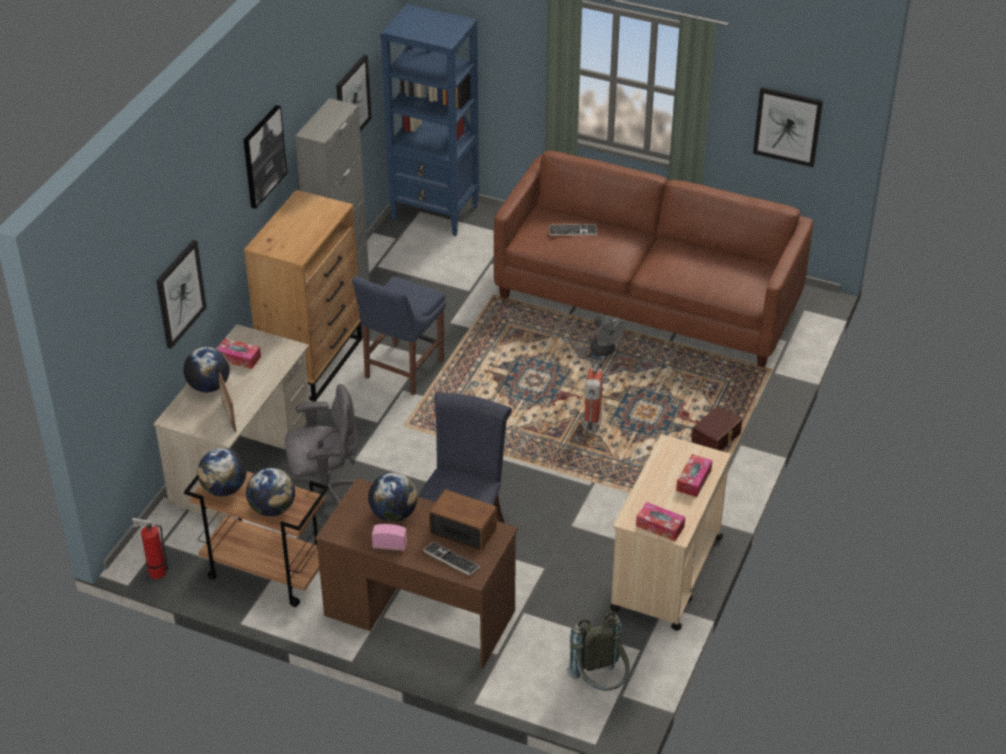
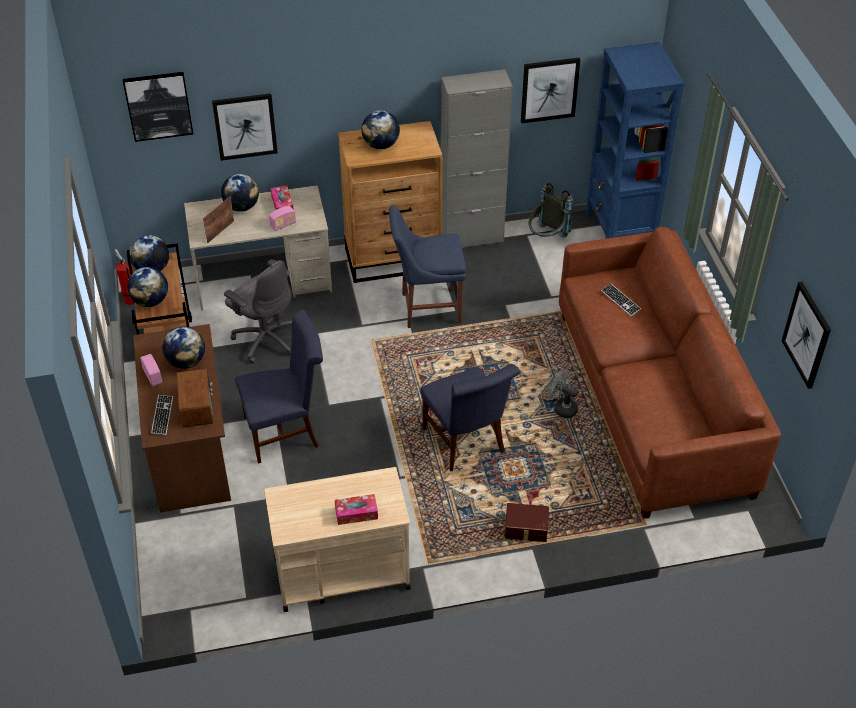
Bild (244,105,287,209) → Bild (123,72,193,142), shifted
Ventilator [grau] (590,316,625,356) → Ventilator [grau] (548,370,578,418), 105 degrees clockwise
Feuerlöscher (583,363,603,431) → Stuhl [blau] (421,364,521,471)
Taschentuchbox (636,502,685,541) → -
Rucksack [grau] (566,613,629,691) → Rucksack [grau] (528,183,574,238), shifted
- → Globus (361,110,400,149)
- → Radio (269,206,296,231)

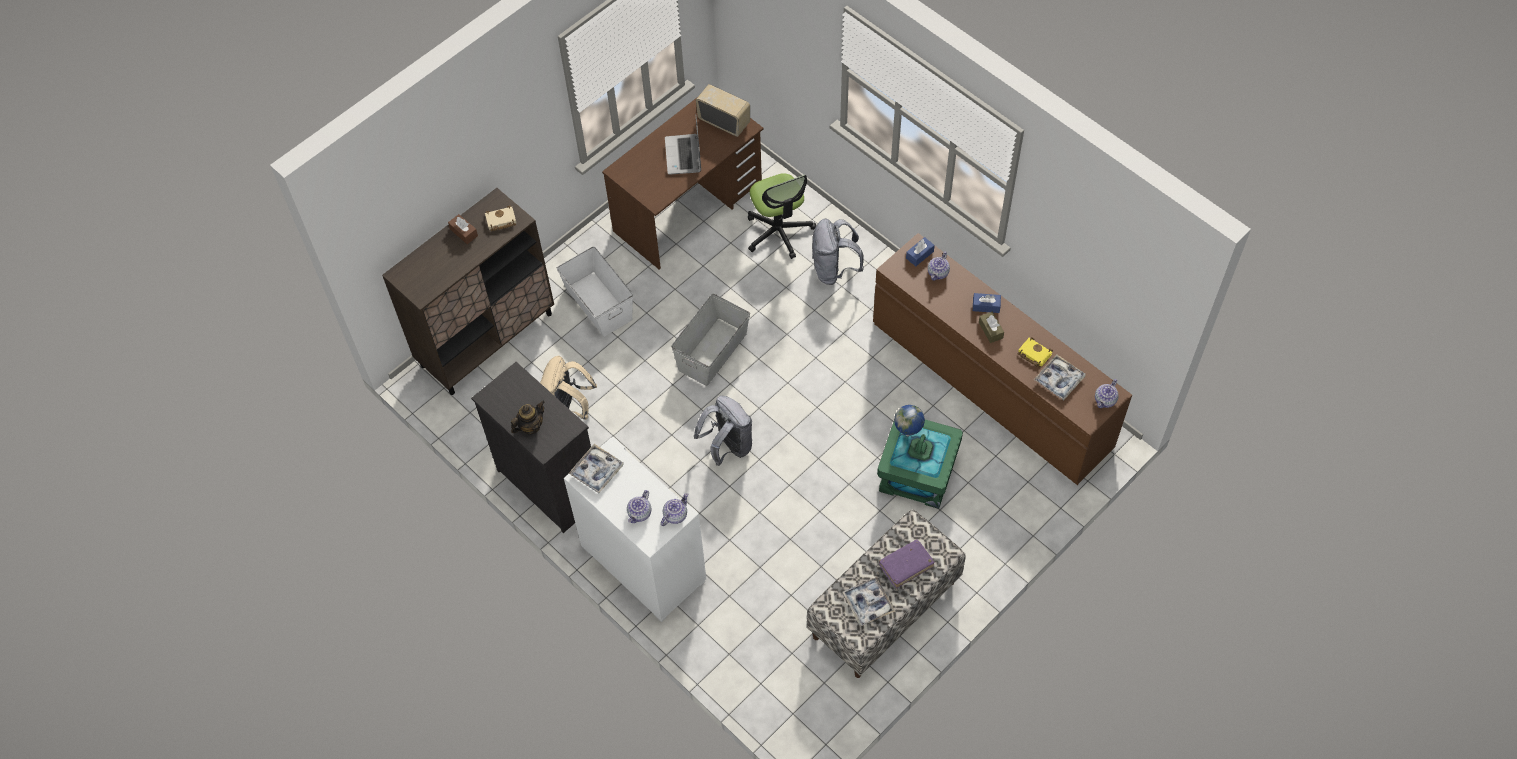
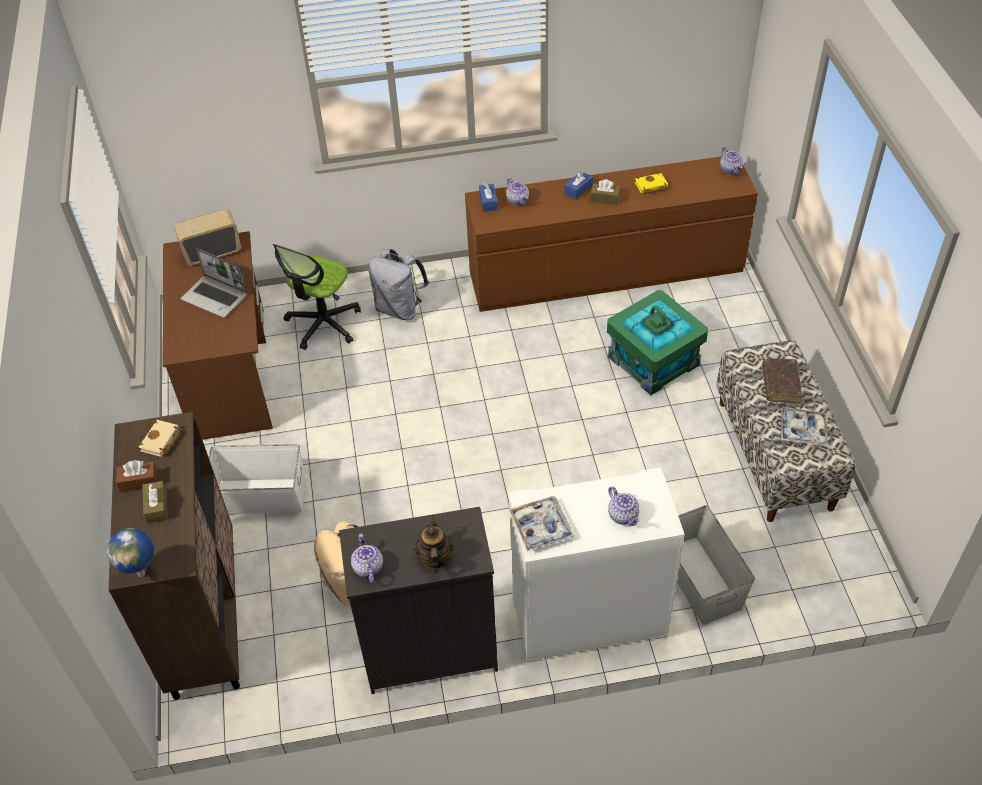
Bürostuhl (748,173,816,259) → Bürostuhl (273,244,361,350), 105 degrees clockwise
Aufbewahrungsbox [grau] (671,293,750,386) → Aufbewahrungsbox [grau] (677,505,755,625), shifted
Tablett (1034,354,1086,400) → -
Rucksack [grau] (694,396,752,466) → -
Globus (894,405,925,436) → Globus (107,528,154,577), shifted
Teekanne (661,493,688,526) → Teekanne (351,534,383,583), shifted
Buch [lila] (879,539,935,588) → Buch [braun] (762,359,802,403)
- → Taschentuchbox [braun] (143,481,168,524)

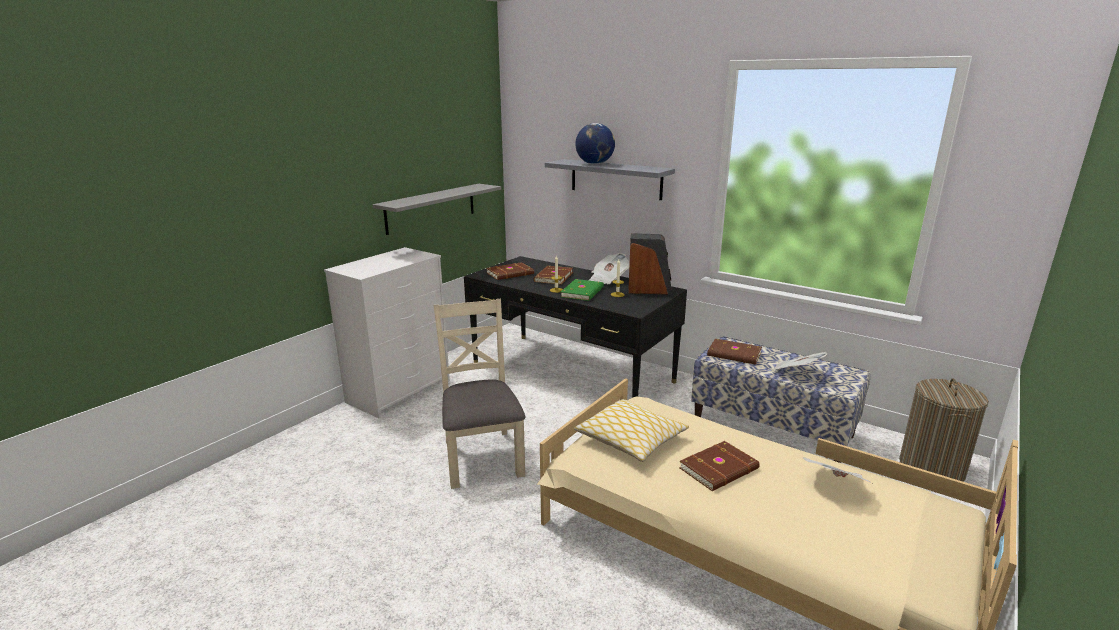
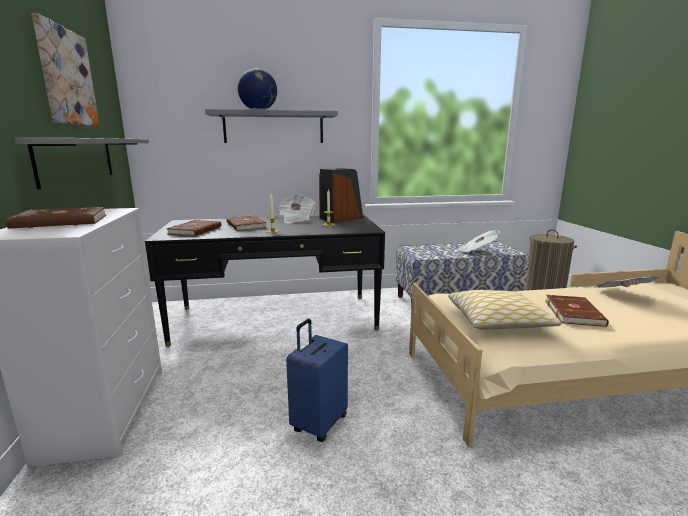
Buch [grün] (561,279,604,301) → -
Stuhl [beige] (434,299,525,489) → Koffer [blau] (286,319,348,442)
Buch [braun] (707,339,762,365) → Buch [braun] (5,207,106,229), shifted
- → Bild (32,13,99,126)

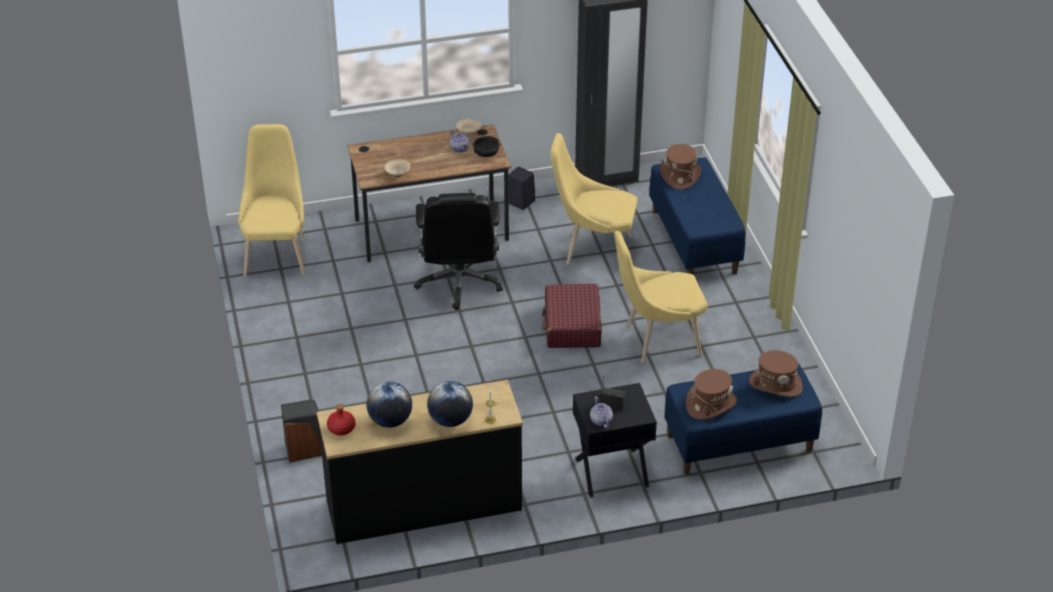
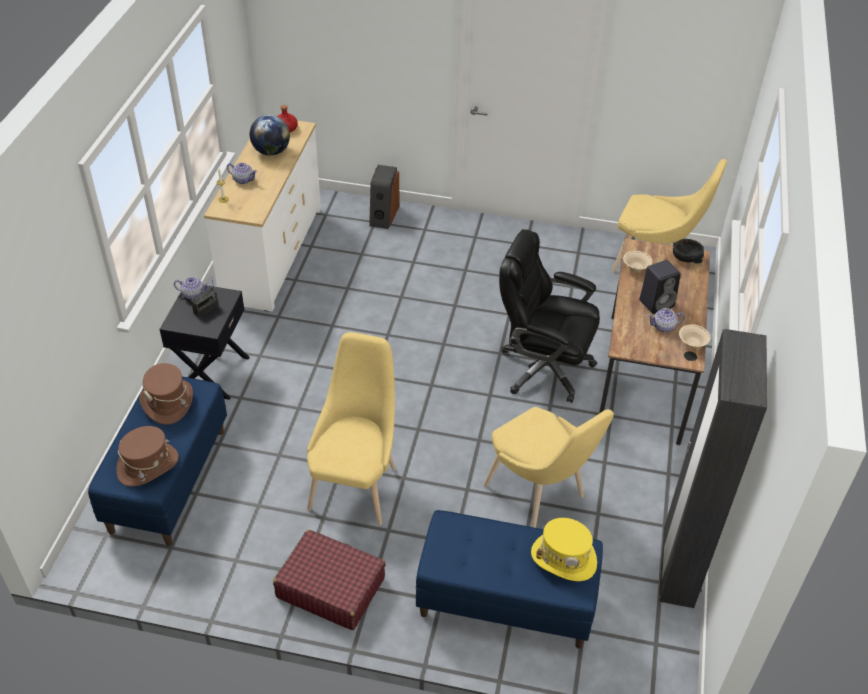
Stuhl [gelb] (550,133,637,265) → Stuhl [gelb] (484,407,614,528), 105 degrees clockwise
Schüssel [schwarz] (472,136,499,157) → Schüssel [schwarz] (673,239,704,262), shifted
Hut [braun] (660,144,701,190) → Hut [gelb] (531,518,597,581)
Lautsprecher [schwarz] (508,167,535,210) → Lautsprecher [schwarz] (639,260,681,314), shifted
Koffer [rot] (542,284,602,348) → Koffer [rot] (273,530,385,630), shifted
Kommode [schwarz] (317,380,523,544) → Kommode [weiß] (204,121,321,311)
Globus (427,381,473,427) → Teekanne (227,163,257,184)

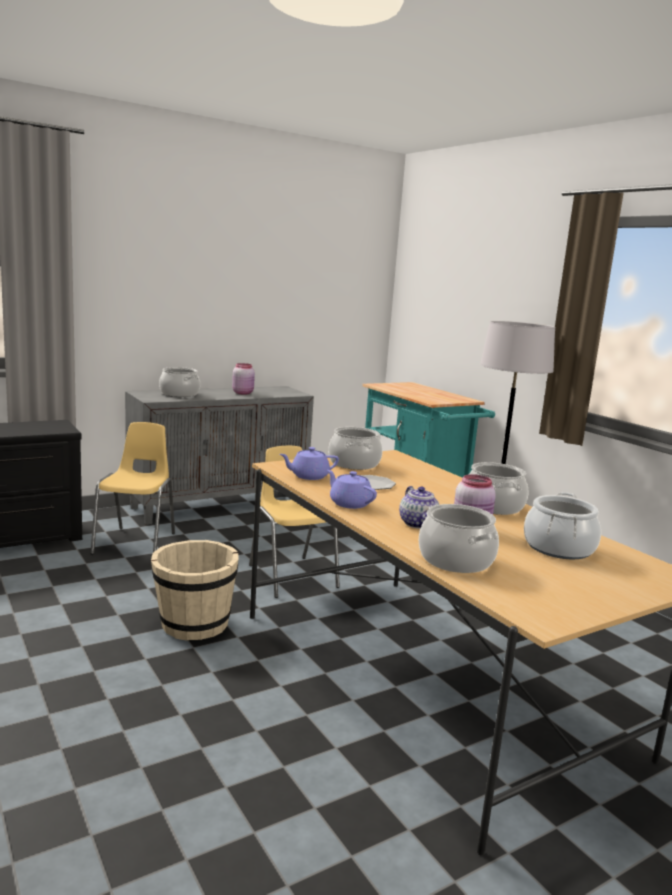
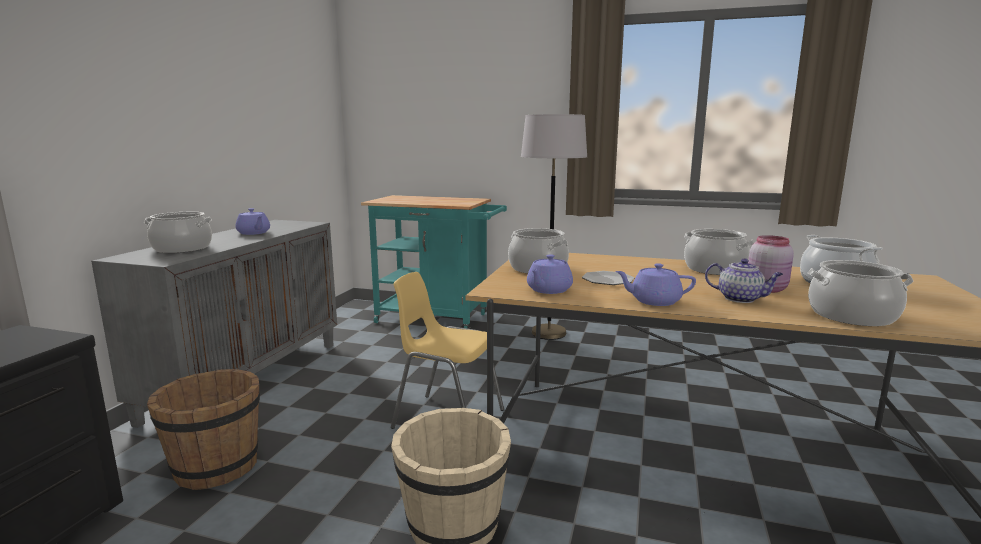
Vorratsglas [rosa] (232,363,255,395) → Teekanne [lila] (235,208,270,235)
Stuhl [gelb] (90,422,175,554) → Eimer [braun] (147,369,260,490)

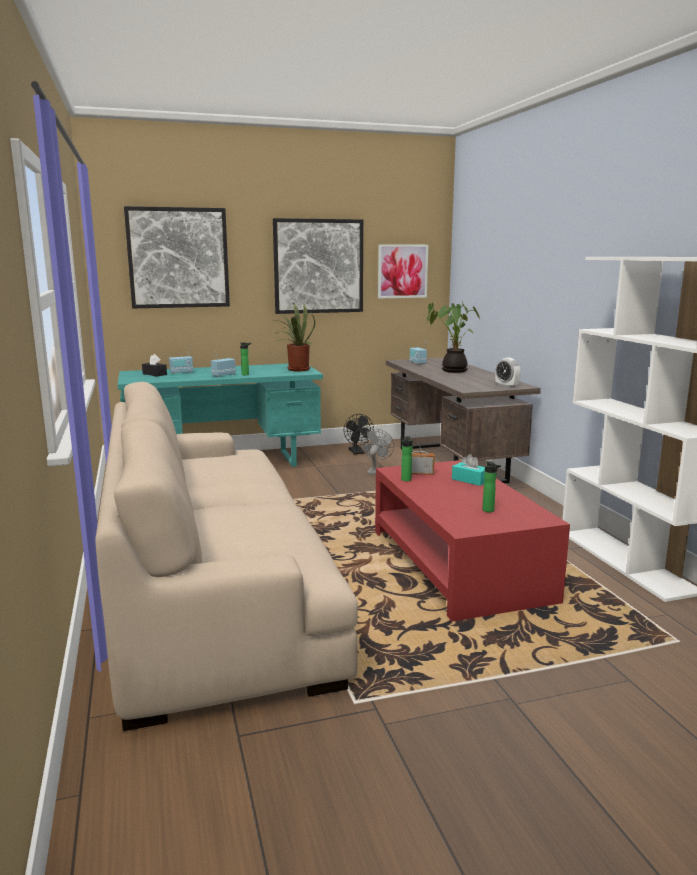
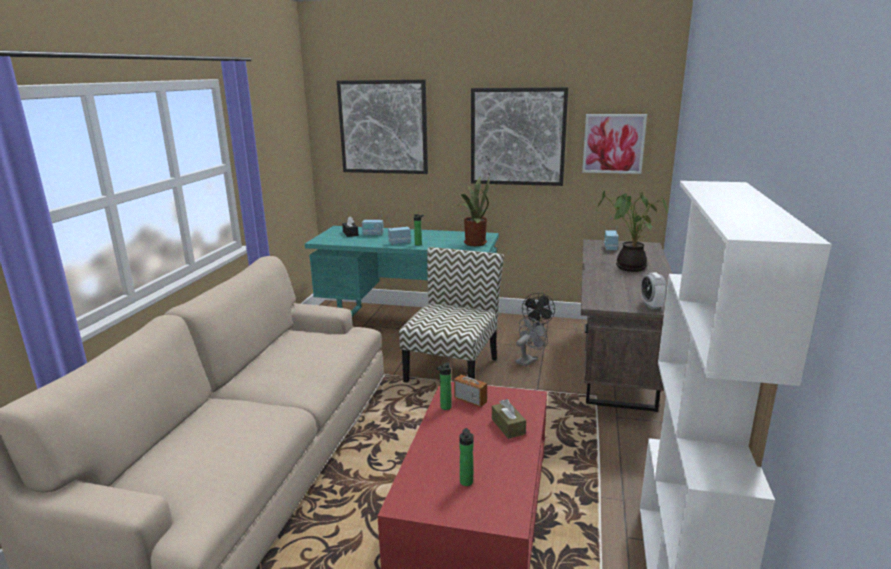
Taschentuchbox [türkis] (452,454,485,486) → Taschentuchbox [braun] (492,399,526,439)
- → Stuhl (399,247,504,383)

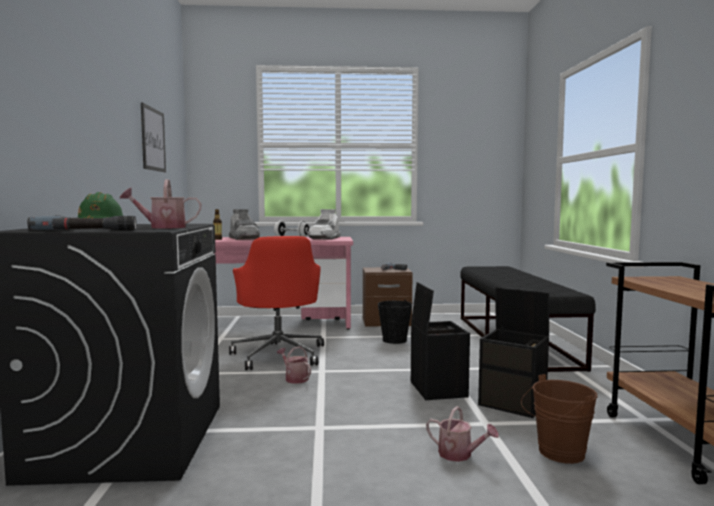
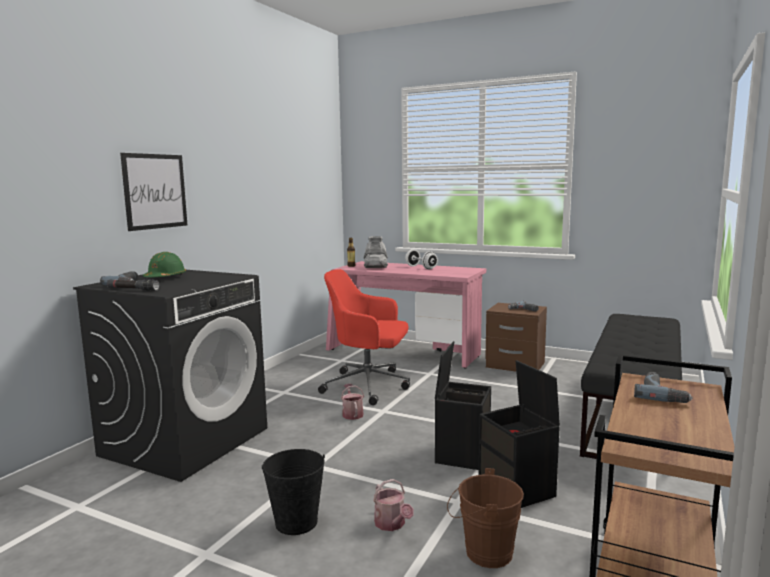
Bild (141,102,166,172) → Bild (120,153,187,231), shifted
Gießkanne (120,179,201,229) → -
Stiefel [weiß] (308,209,340,240) → -
Bürostuhl [rot] (229,236,324,370) → Bürostuhl [rot] (318,269,410,405), 90 degrees clockwise
Eimer [schwarz] (378,300,413,344) → Eimer [schwarz] (262,449,325,535), shifted
- → Bohrmaschine (634,372,693,403)

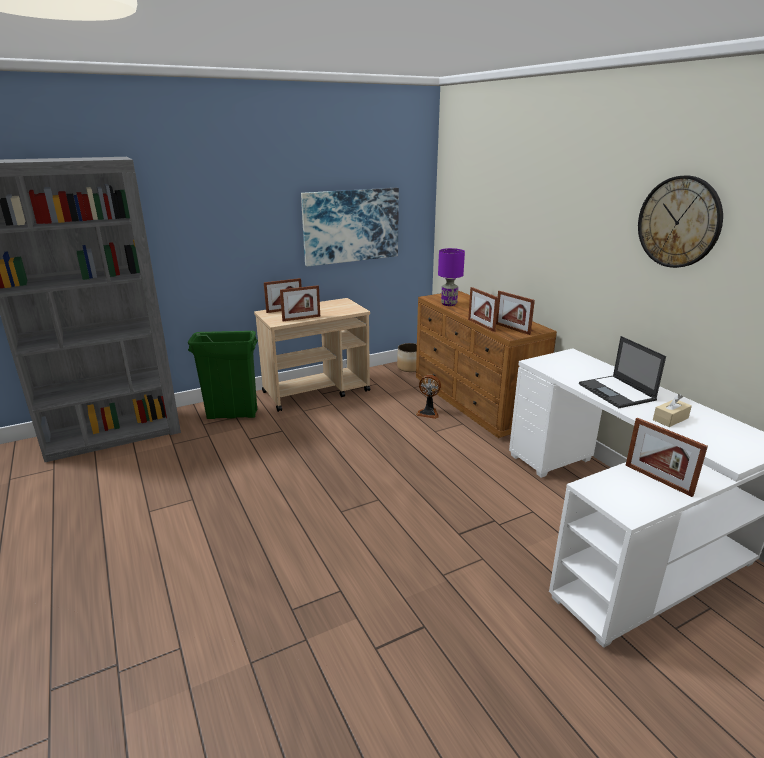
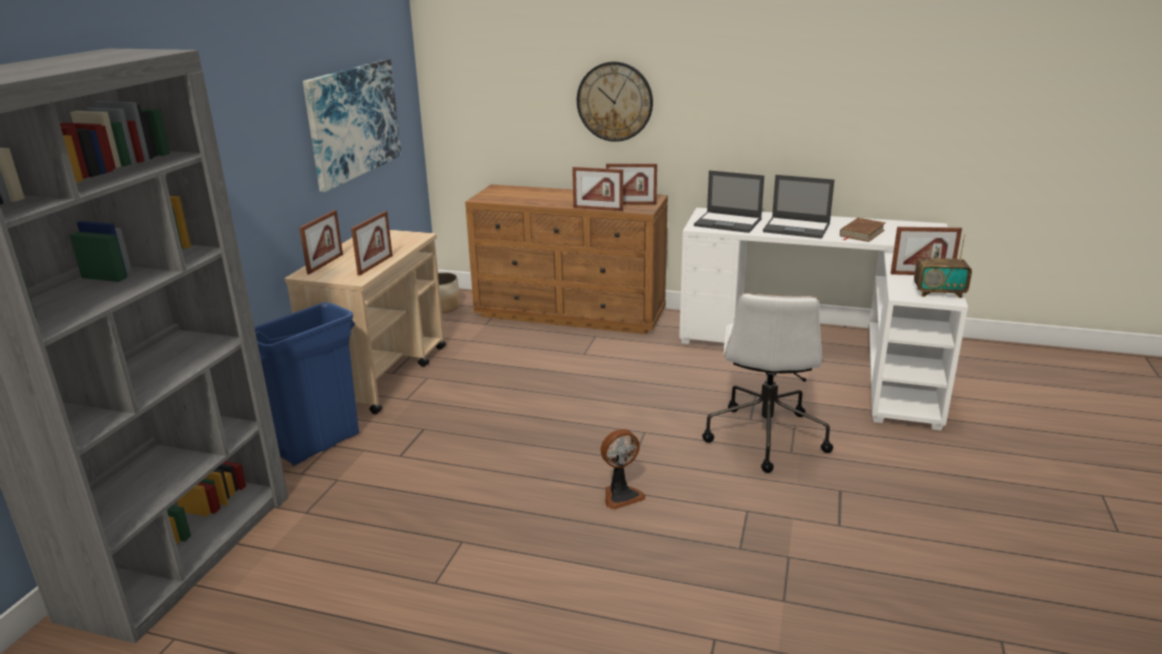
Wanduhr (638,176,723,268) → Wanduhr (577,61,653,142), shifted
Tischlampe [lila] (438,248,465,306) → -
Mülleimer [grün] (188,331,258,419) → Mülleimer [blau] (254,302,359,466)
Ventilator (416,375,441,419) → Ventilator (601,429,645,510), shifted
Taschentuchbox [beige] (653,394,692,427) → Buch [braun] (840,218,886,242)
- → Laptop (694,170,764,233)
- → Radio (914,234,972,298)
- → Bürostuhl [weiß] (702,293,833,473)

